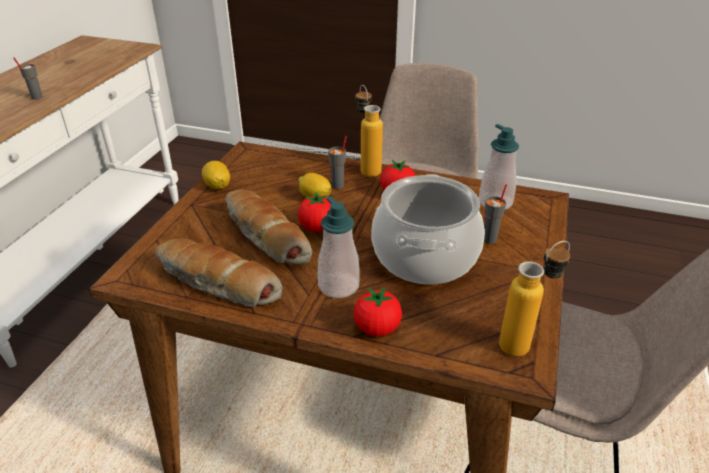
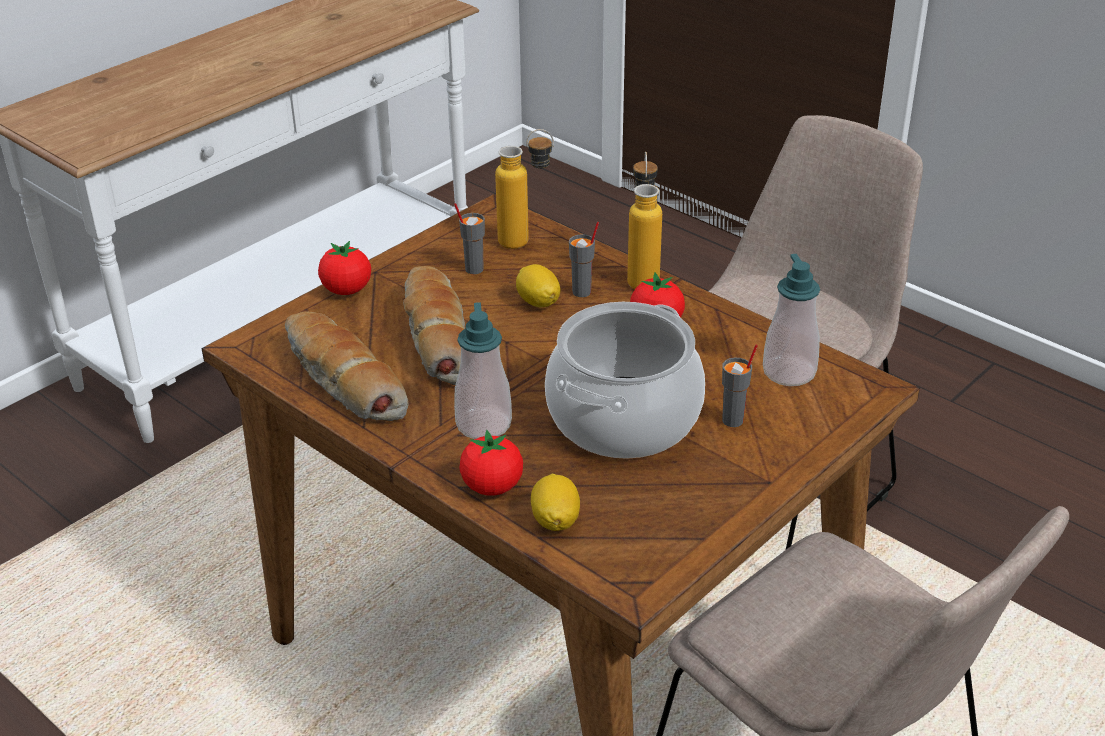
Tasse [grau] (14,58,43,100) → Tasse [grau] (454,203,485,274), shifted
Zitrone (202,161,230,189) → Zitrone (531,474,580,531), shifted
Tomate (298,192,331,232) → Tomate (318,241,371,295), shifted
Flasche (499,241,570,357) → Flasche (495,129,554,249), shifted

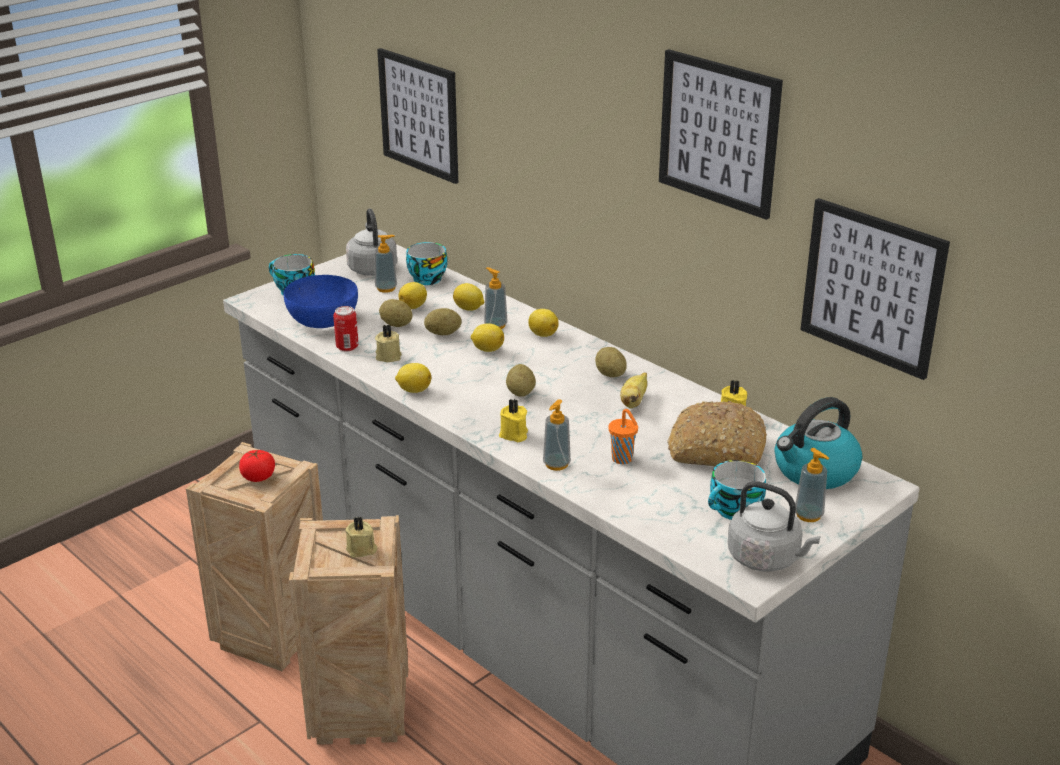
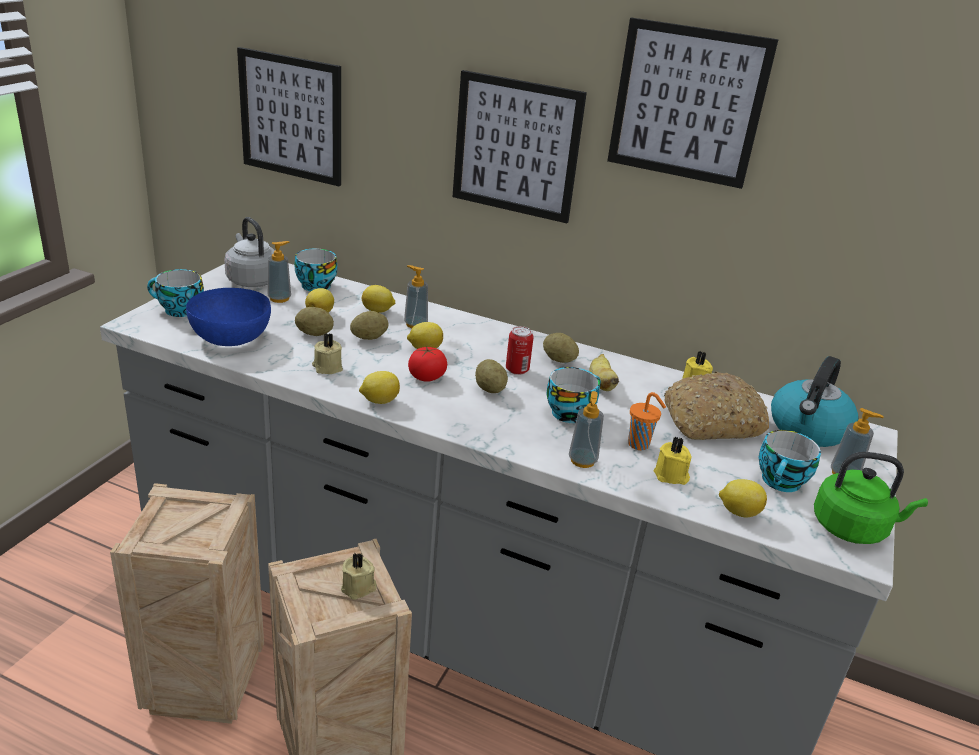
Bild (800,198,950,380) → Bild (453,70,587,223), shifted
Dose (333,306,359,351) → Dose (506,326,534,375), shifted
Zitrone (528,309,559,337) → Zitrone (719,479,767,518), shifted
Kerze [gelb] (499,399,528,442) → Kerze [gelb] (654,437,692,485), shifted
Tomate (239,450,275,482) → Tomate (408,347,447,382), shifted
Wasserkessel [grau] (728,481,821,572) → Wasserkessel [grün] (814,452,928,544)
- → Tasse (547,367,601,423)

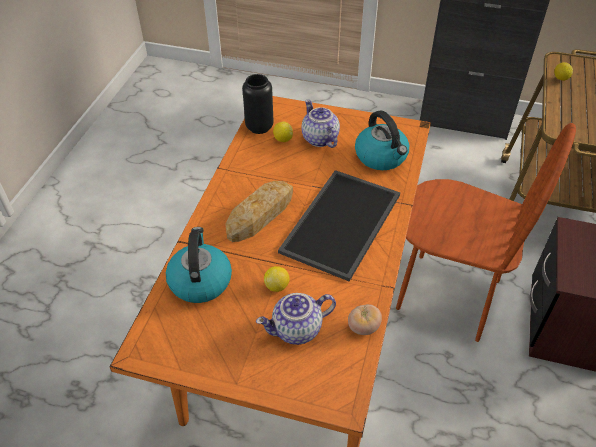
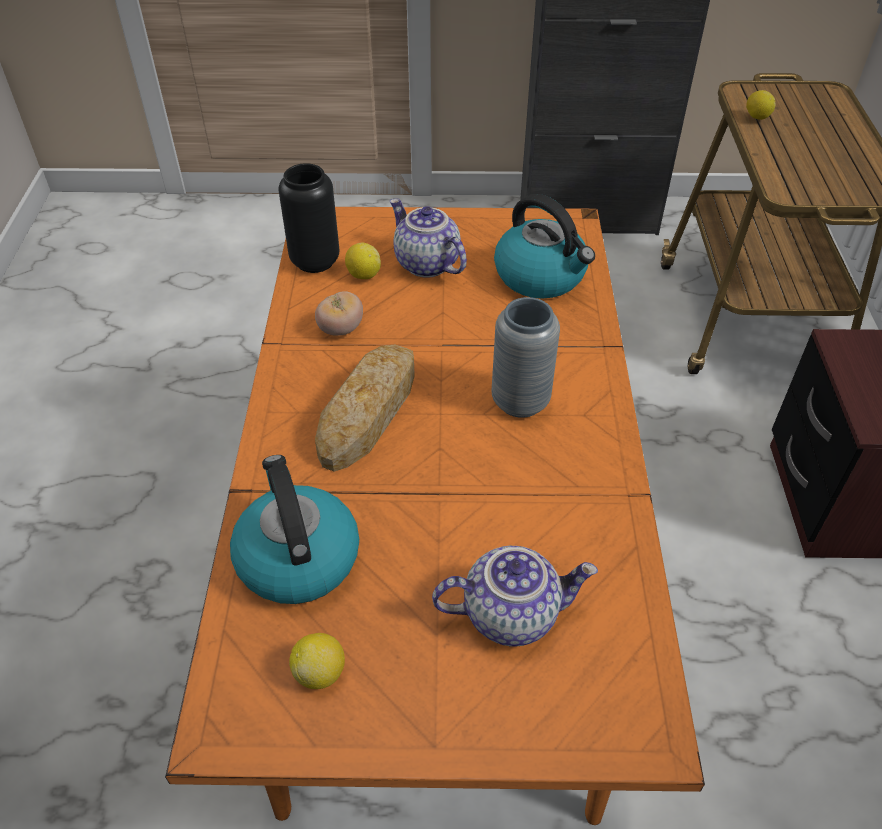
Stuhl [braun] (396,123,576,342) → -
Tablett (278,170,400,281) → Vase [grau] (491,297,560,418)
Zitrone (264,266,290,292) → Zitrone (289,633,345,689), shifted
Teekanne (256,293,336,345) → Teekanne (432,546,598,647), 150 degrees counterclockwise
Tomate (348,304,382,335) → Tomate (315,291,363,336), shifted

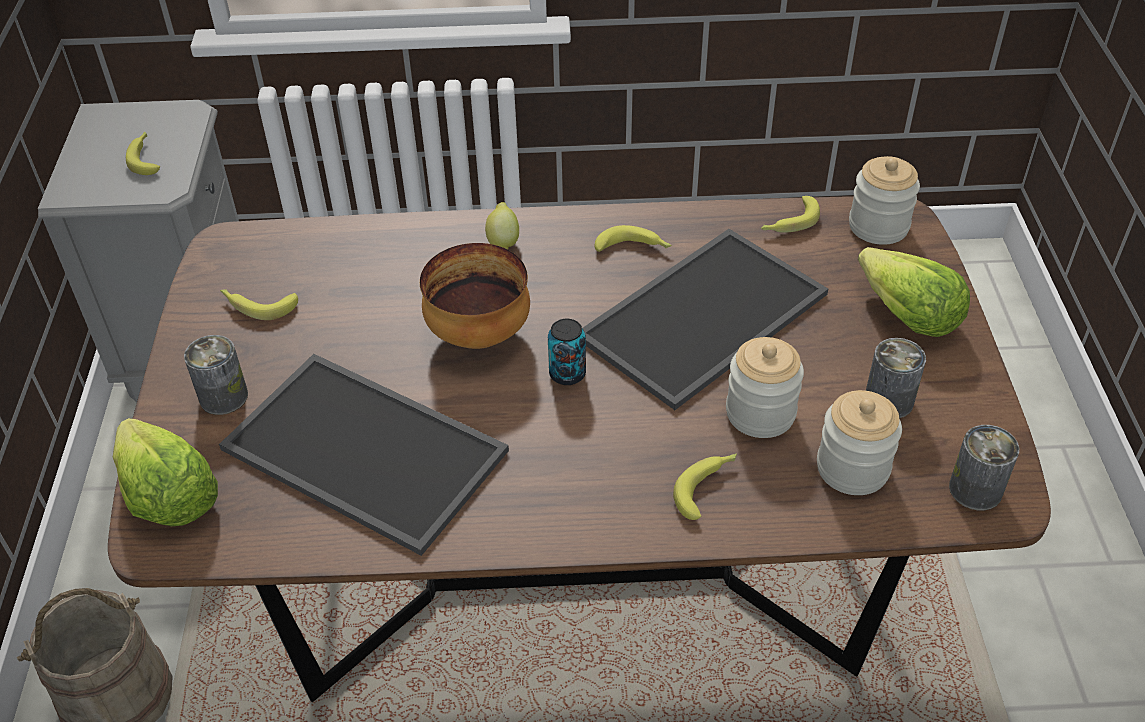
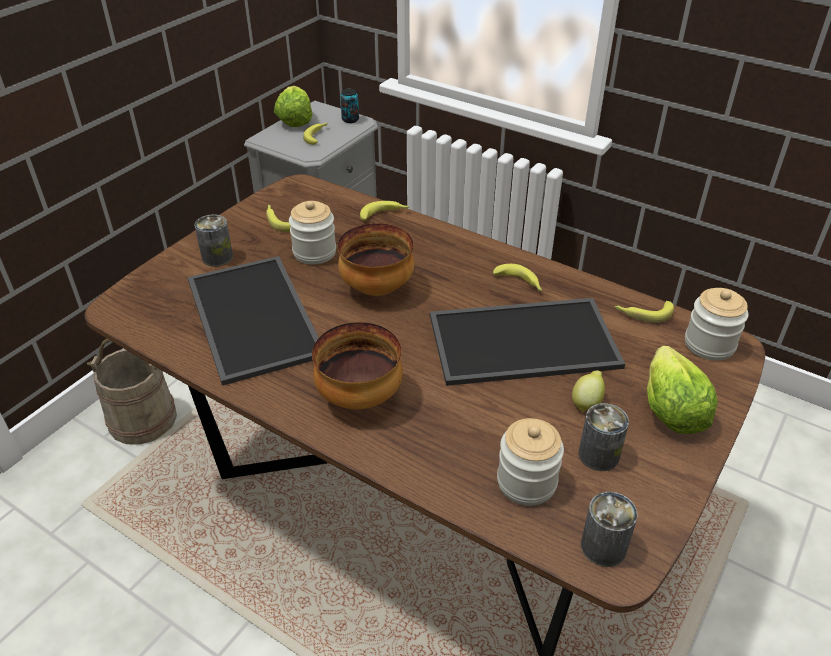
Zitrone (485,202,519,249) → Zitrone (572,371,605,413), shifted
Dose (548,319,586,385) → Dose (340,89,359,123), shifted
Vorratsglas (726,337,804,438) → Vorratsglas (289,201,336,264), shifted
Salatkopf (113,418,218,526) → Salatkopf (274,86,312,127), shifted
Banane (673,453,737,520) → Banane (360,201,410,221), shifted
- → Schüssel (312,322,403,410)

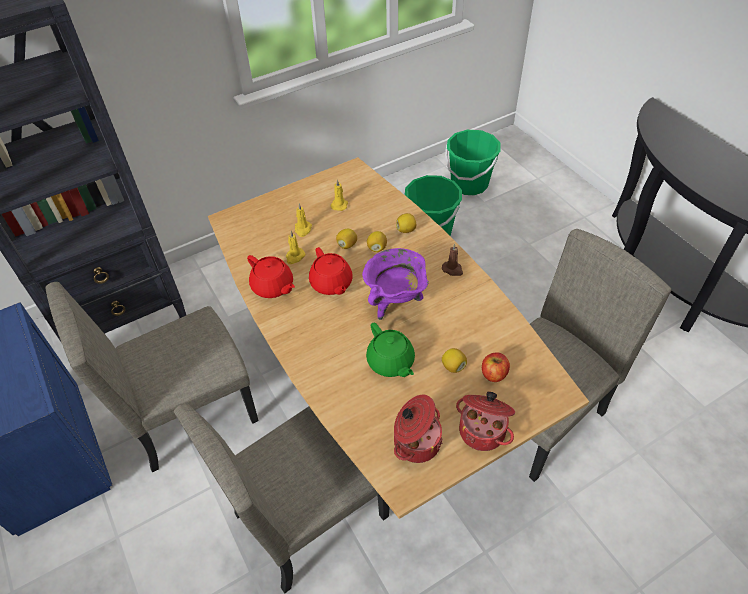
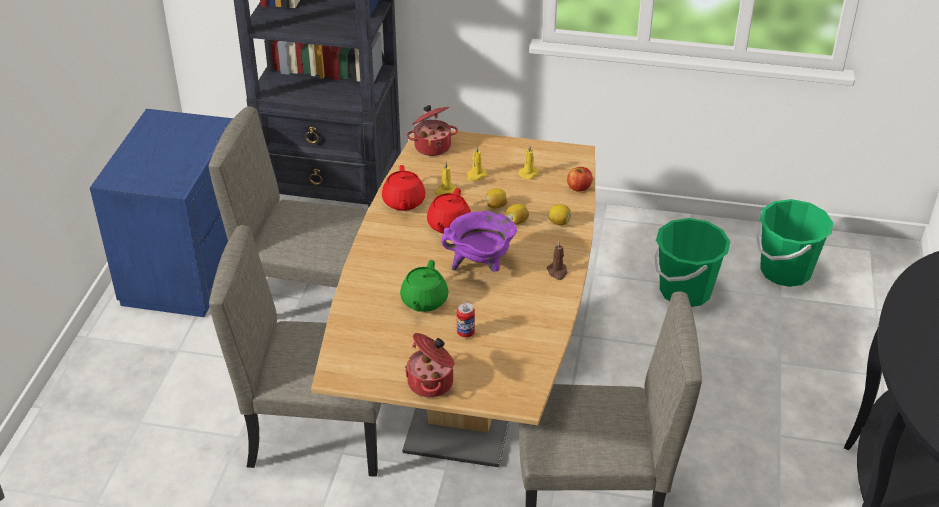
Zitrone (442,348,467,373) → Dose (457,303,475,338)
Apfel (482,352,510,382) → Apfel (567,167,593,192), shifted
Kochtopf (394,395,443,463) → Kochtopf (406,105,458,156), shifted

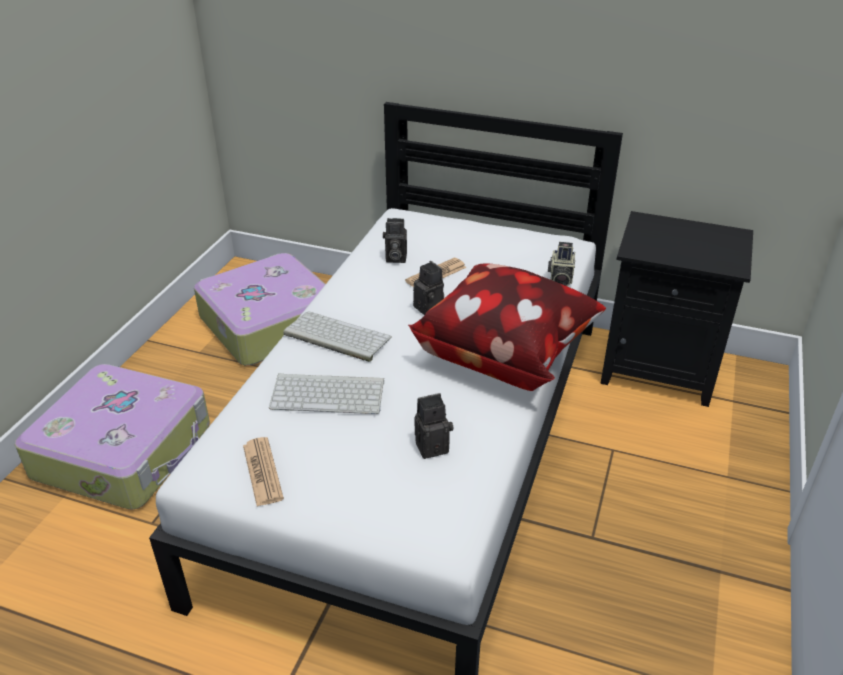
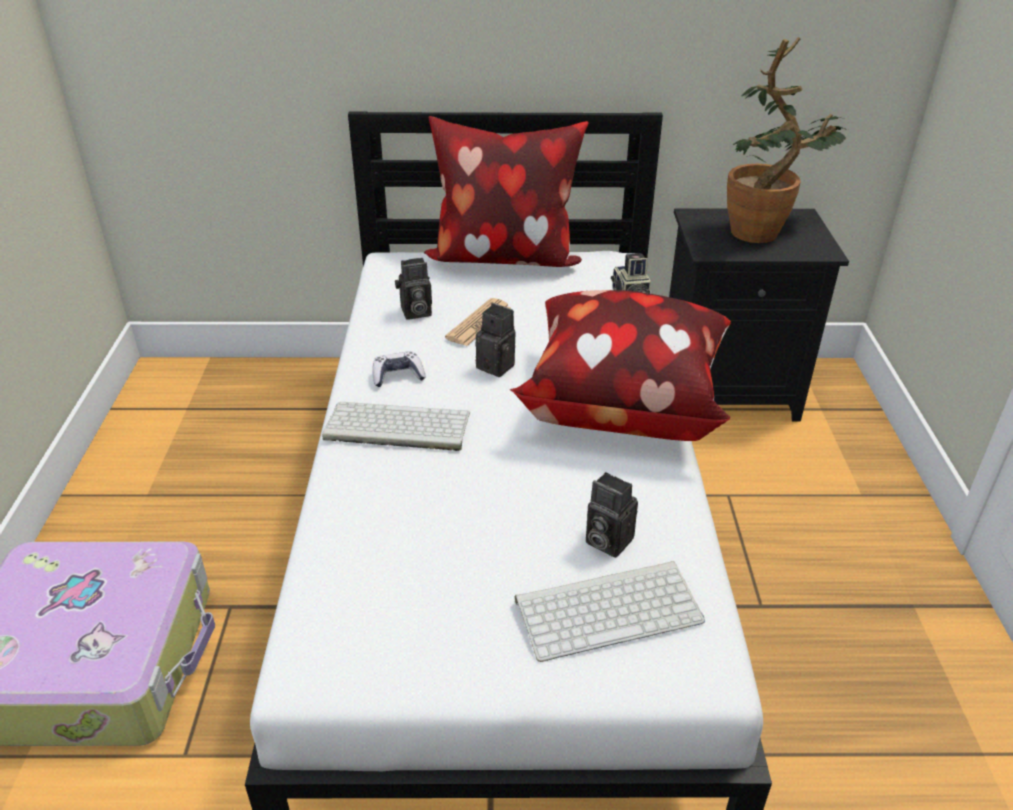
Koffer (194,253,325,365) → -
Tastatur (269,373,384,414) → Tastatur (515,561,705,662), shifted
Kamera (415,393,454,459) → Kamera (586,472,638,558), 105 degrees counterclockwise
Zeitung (243,437,284,506) → -
- → Topfpflanze (727,37,848,243)
- → Kissen (423,116,588,267)
- → Gamepad (372,351,426,387)

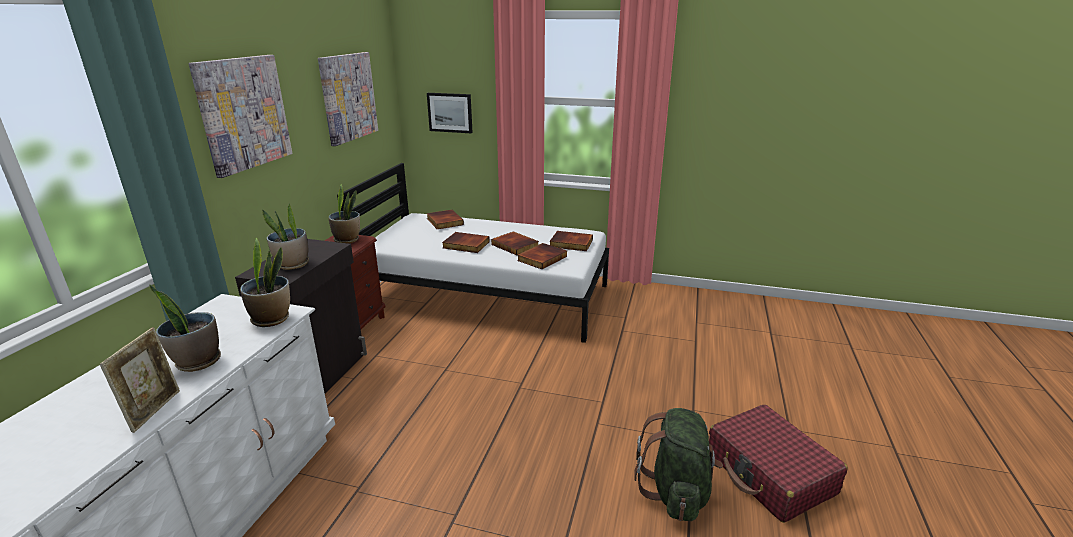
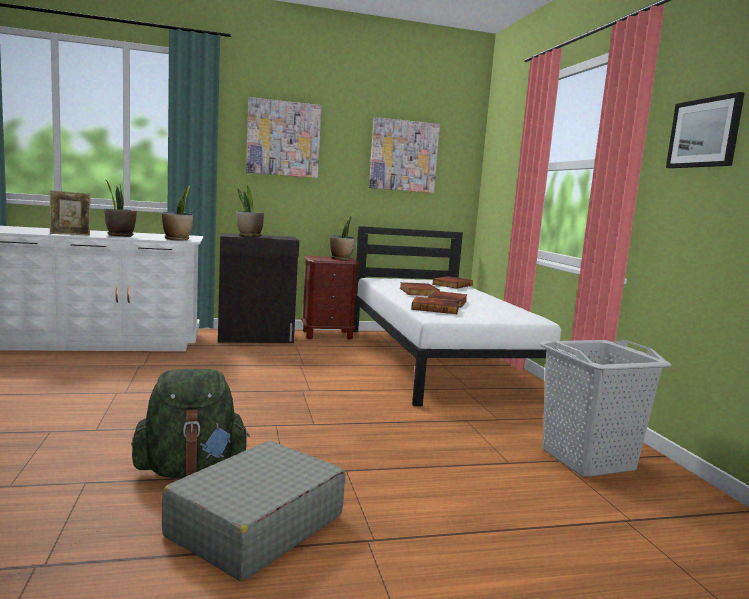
Bild (427,93,473,133) → Bild (666,92,745,168), shifted
Buch (550,231,593,251) → -
Koffer [rot] (709,404,848,523) → Koffer [grau] (162,441,345,581)
- → Wäschekorb [grau] (539,340,672,477)

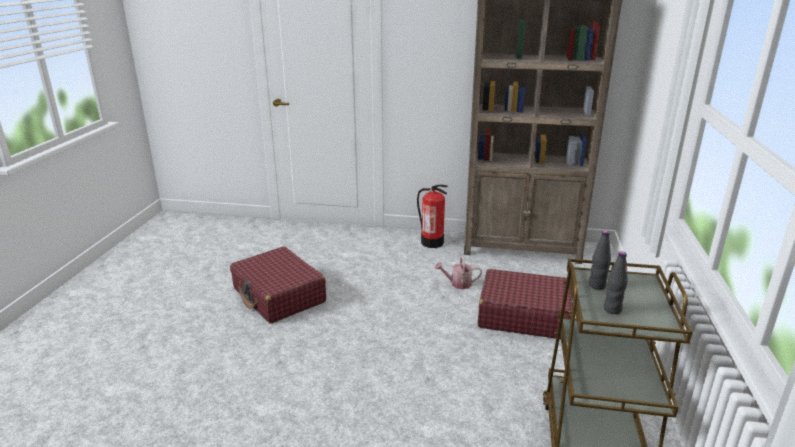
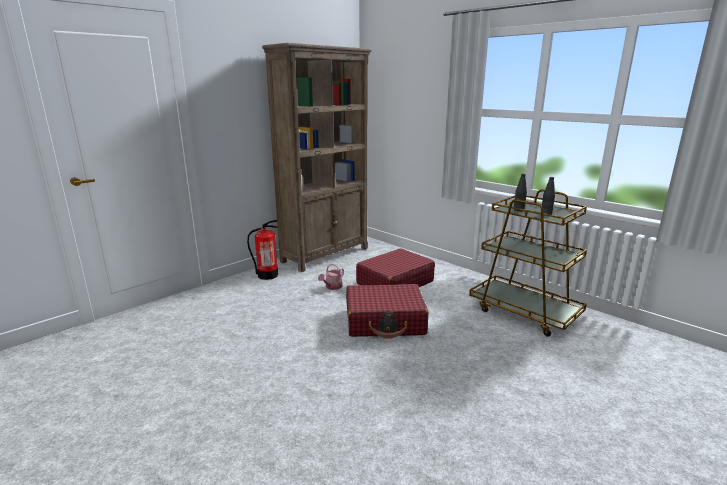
Koffer [rot] (230,246,326,324) → Koffer [rot] (346,284,429,339), shifted

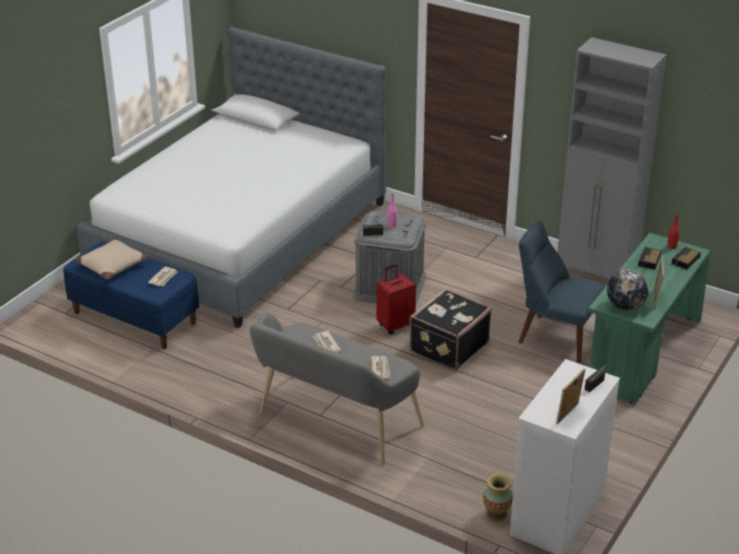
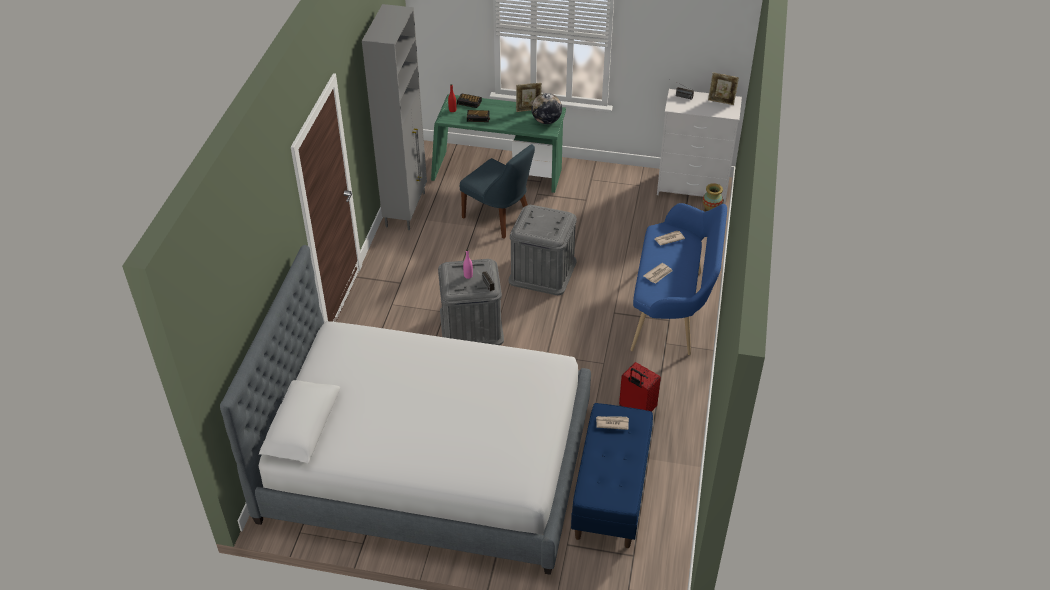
Stuhl [blau] (518,221,605,363) → Stuhl [blau] (460,144,535,239), 60 degrees counterclockwise
Kissen [beige] (75,238,150,280) → -
Koffer [rot] (377,264,416,335) → Koffer [rot] (619,362,661,412), shifted
Koffer [schwarz] (409,288,492,370) → Aufbewahrungsbox [grau] (509,205,577,295)
Bank [grau] (250,312,424,465) → Bank [blau] (631,203,727,355)

